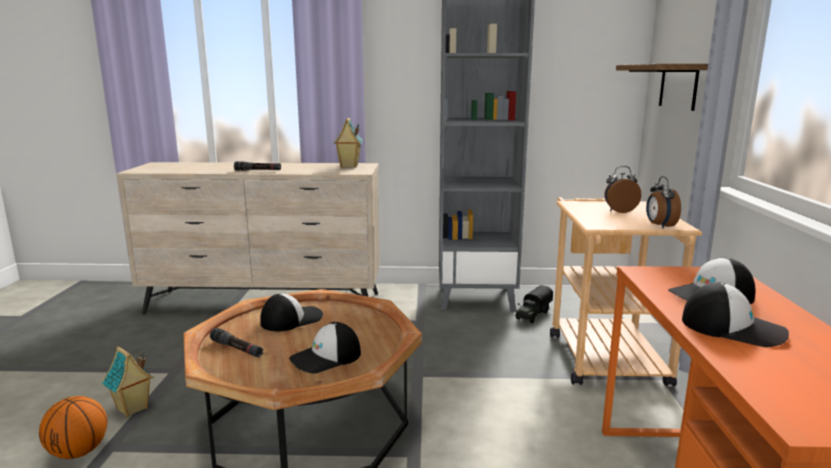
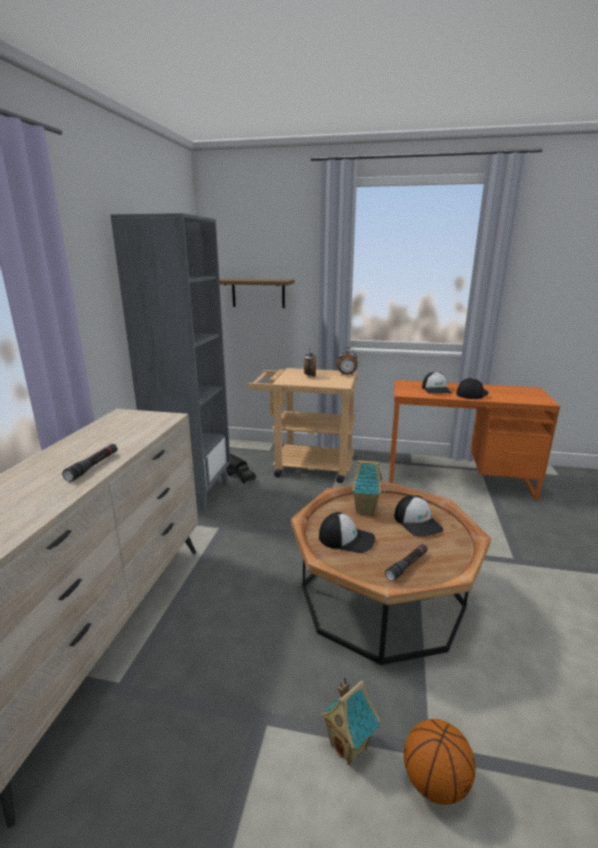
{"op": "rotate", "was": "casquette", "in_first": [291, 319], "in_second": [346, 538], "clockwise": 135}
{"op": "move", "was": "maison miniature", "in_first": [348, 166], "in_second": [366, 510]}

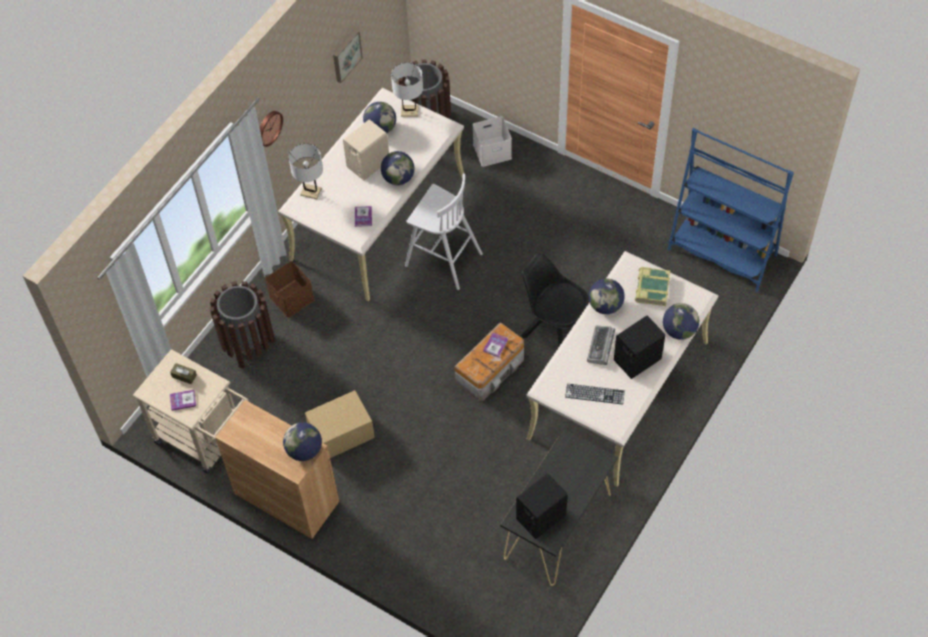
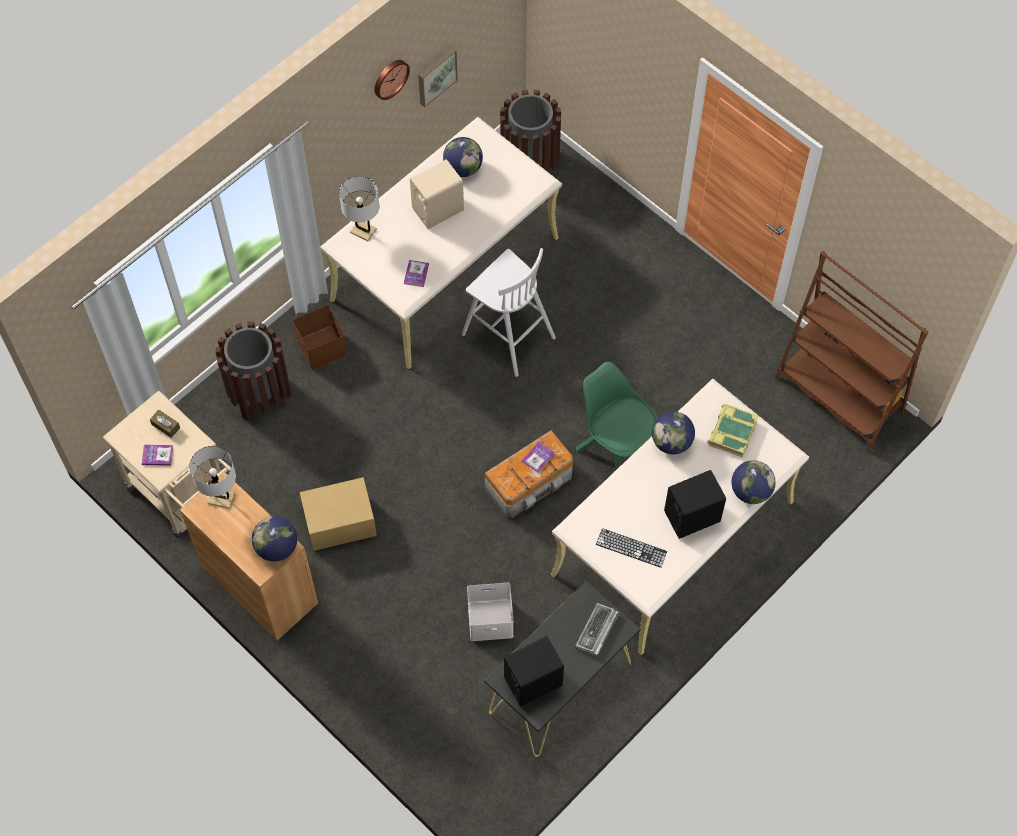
{"op": "move", "was": "lampe de table/blanc", "in_first": [409, 111], "in_second": [221, 498]}
{"op": "move", "was": "horloge murale", "in_first": [268, 127], "in_second": [390, 78]}
{"op": "move", "was": "boîte de rangement/blanc", "in_first": [491, 152], "in_second": [489, 620]}
{"op": "move", "was": "clavier", "in_first": [600, 347], "in_second": [596, 632]}
{"op": "recolor", "was": "chaise/noir", "now": "chaise/vert", "in_first": [554, 330], "in_second": [615, 449]}
{"op": "recolor", "was": "bibliothèque/bleu", "now": "bibliothèque/marron", "in_first": [722, 252], "in_second": [839, 395]}
{"op": "delete", "was": "globe", "in_first": [398, 178]}

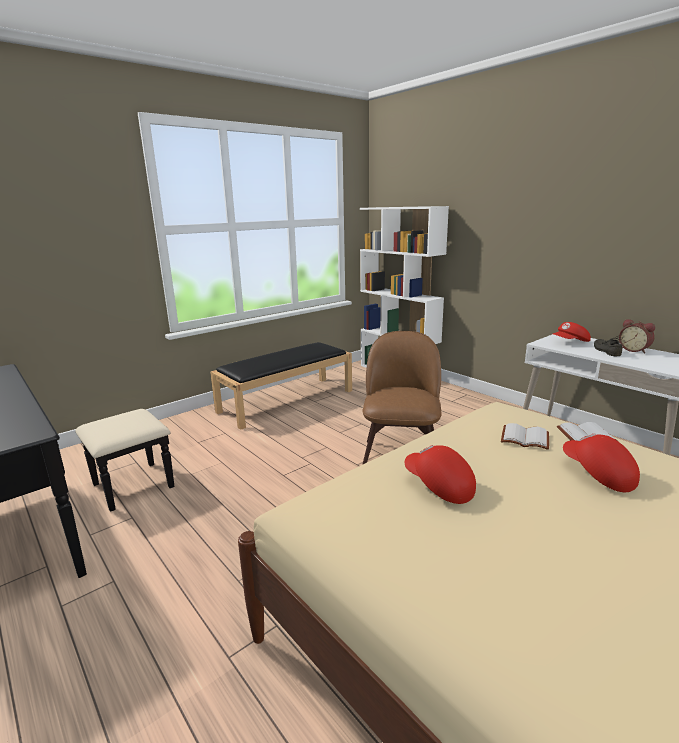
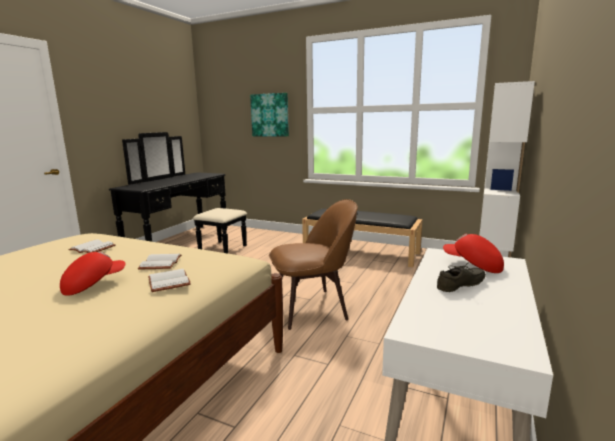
{"op": "replace", "was": "casquette/rouge", "now": "livre/blanc", "in_first": [438, 486], "in_second": [91, 249]}
{"op": "insert", "now": "tableau", "in_second": [270, 115]}
{"op": "delete", "was": "réveil", "in_first": [634, 350]}

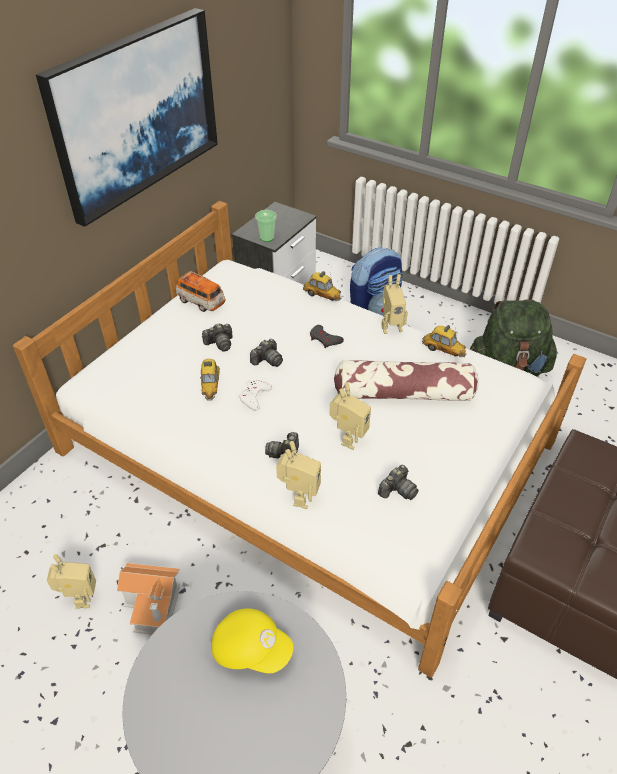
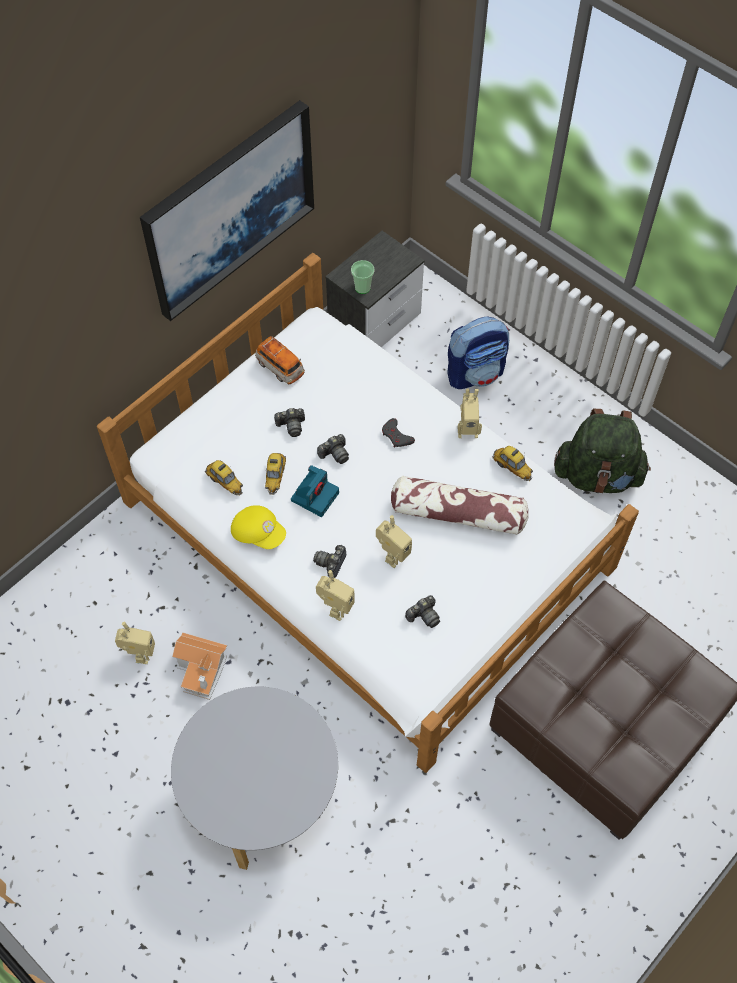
{"op": "move", "was": "petite voiture", "in_first": [322, 296], "in_second": [225, 482]}
{"op": "move", "was": "casquette/jaune", "in_first": [251, 648], "in_second": [258, 532]}
{"op": "replace", "was": "manette/blanc", "now": "appareil photo", "in_first": [255, 397], "in_second": [315, 495]}

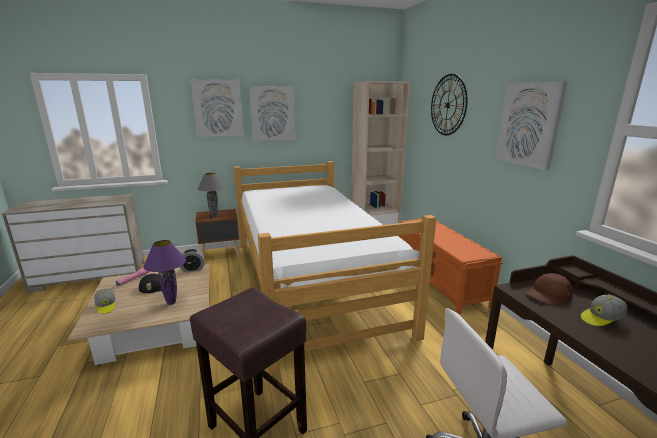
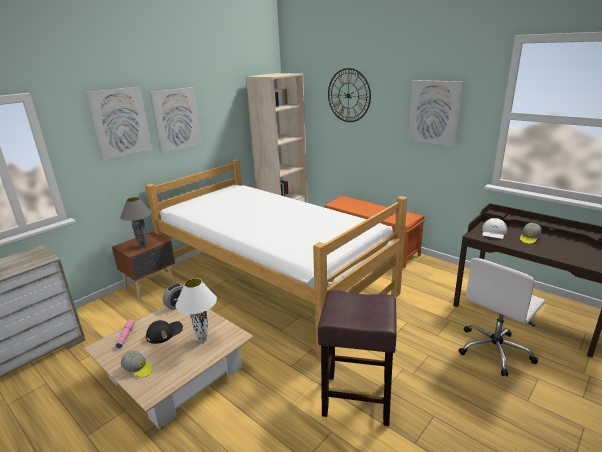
{"op": "recolor", "was": "lampe de table/violet", "now": "lampe de table/blanc", "in_first": [171, 303], "in_second": [202, 340]}
{"op": "recolor", "was": "casquette/marron", "now": "casquette/blanc", "in_first": [548, 294], "in_second": [493, 232]}

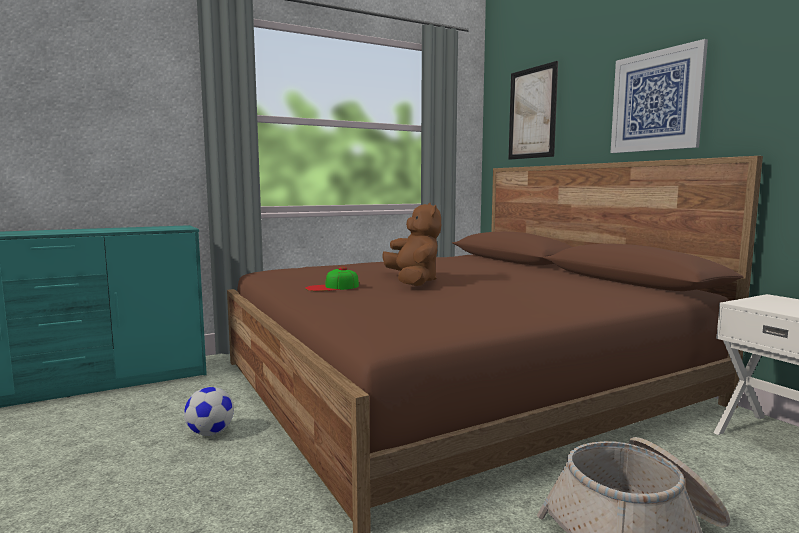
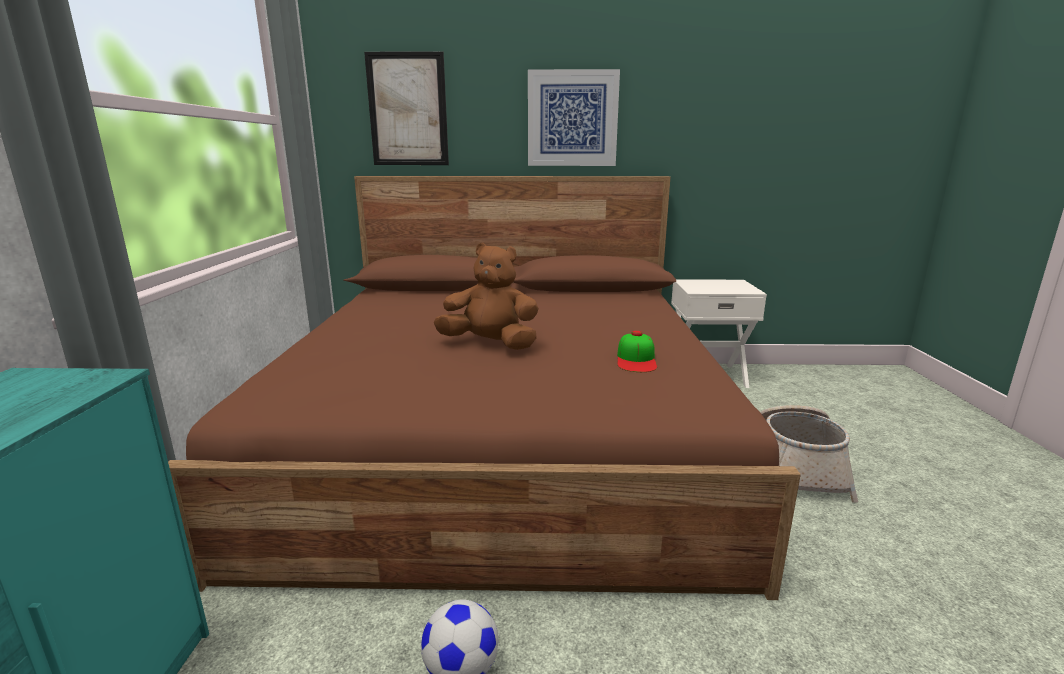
{"op": "move", "was": "casquette", "in_first": [332, 287], "in_second": [636, 359]}

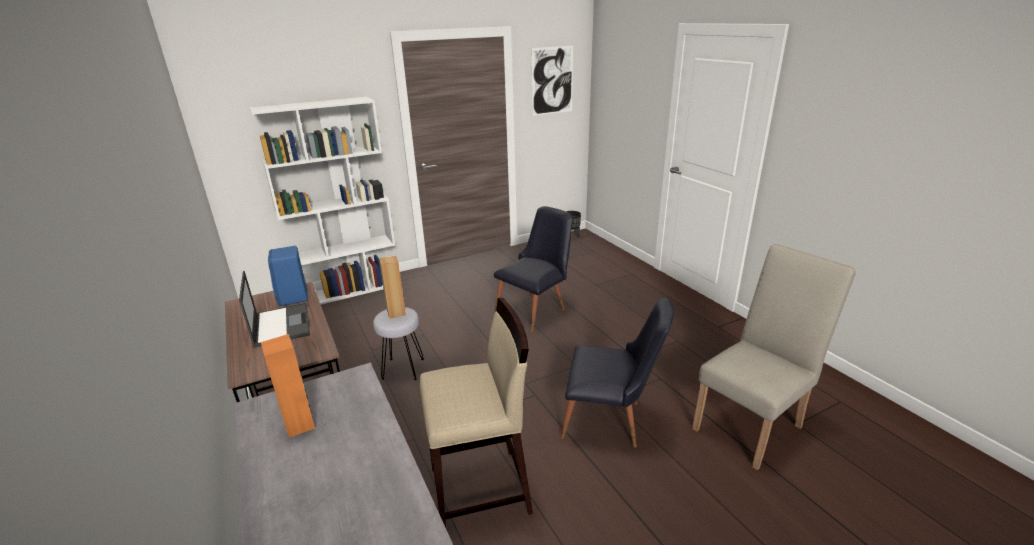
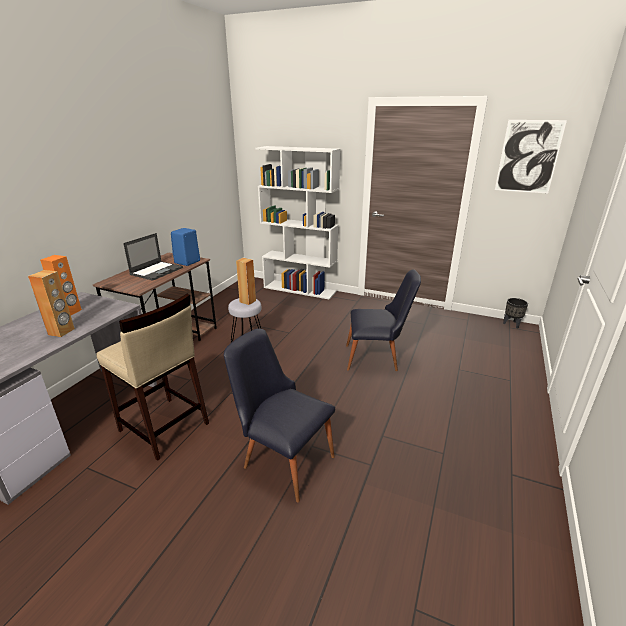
{"op": "insert", "now": "enceinte/marron", "in_second": [61, 332]}
{"op": "rotate", "was": "chaise/noir", "in_first": [610, 421], "in_second": [282, 457], "clockwise": 150}
{"op": "delete", "was": "chaise/beige", "in_first": [752, 424]}

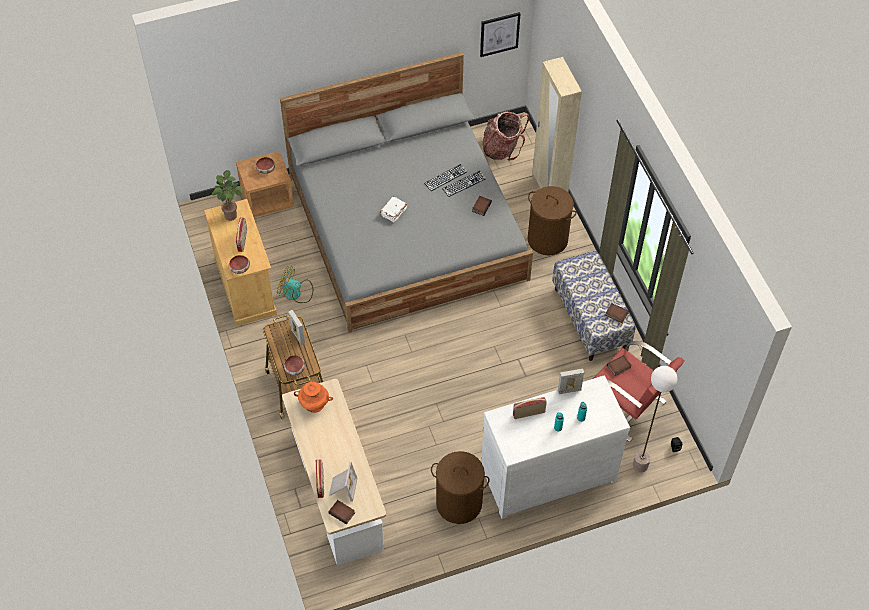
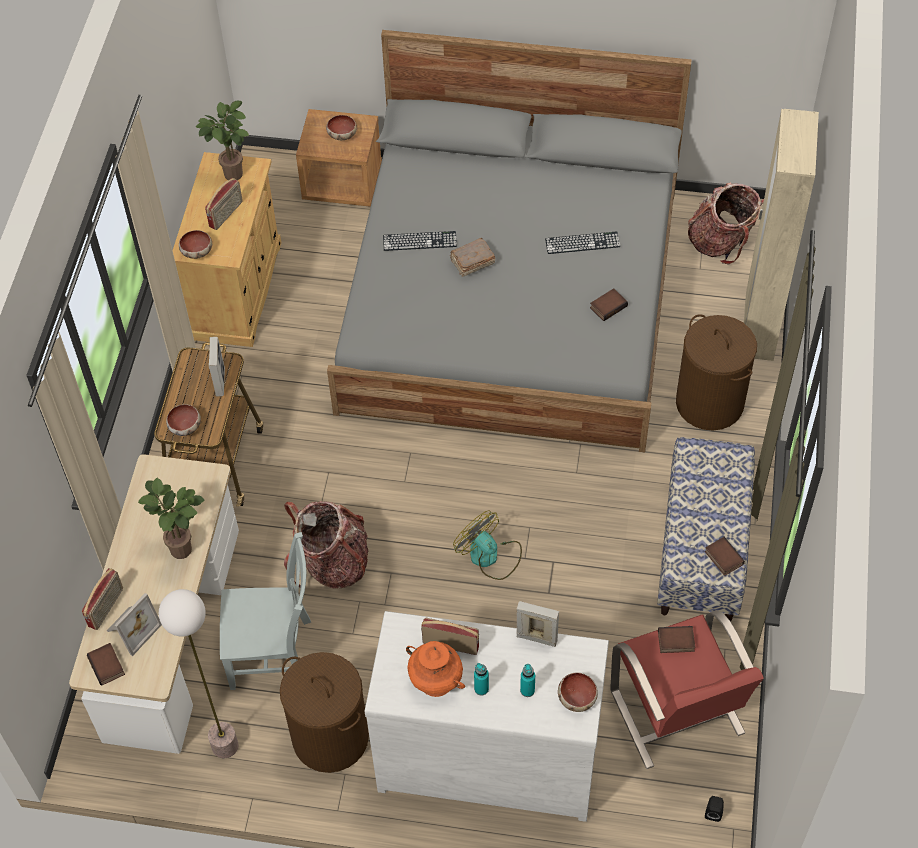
{"op": "insert", "now": "plante en pot", "in_second": [185, 550]}
{"op": "move", "was": "lampadaire", "in_first": [640, 465], "in_second": [224, 746]}
{"op": "insert", "now": "chaise/gris", "in_second": [275, 654]}
{"op": "insert", "now": "sac à dos", "in_second": [333, 563]}
{"op": "move", "was": "clavier", "in_first": [464, 184], "in_second": [420, 241]}
{"op": "move", "was": "vase/orange", "in_first": [314, 404], "in_second": [436, 680]}
{"op": "recolor", "was": "livre/blanc", "now": "livre/marron", "in_first": [393, 212], "in_second": [472, 262]}
{"op": "move", "was": "ventilateur", "in_first": [296, 293], "in_second": [490, 556]}
{"op": "insert", "now": "bol", "in_second": [576, 697]}
{"op": "delete", "was": "tableau", "in_first": [499, 34]}

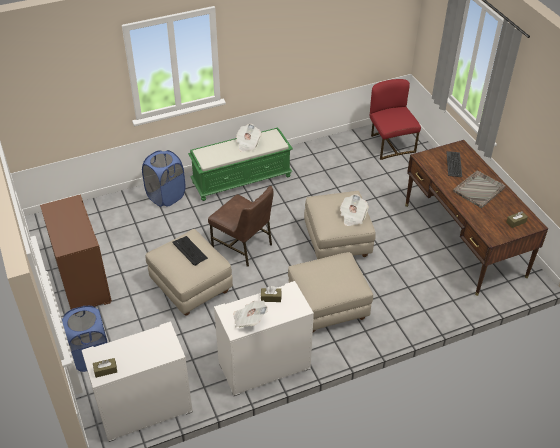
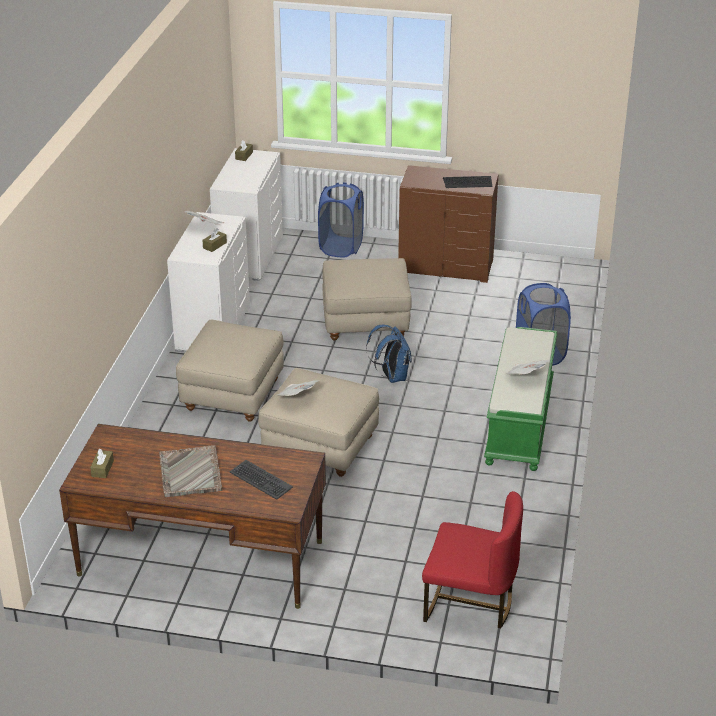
{"op": "replace", "was": "chaise/marron", "now": "sac à dos/bleu", "in_first": [243, 246], "in_second": [391, 376]}
{"op": "move", "was": "clavier", "in_first": [189, 251], "in_second": [467, 182]}

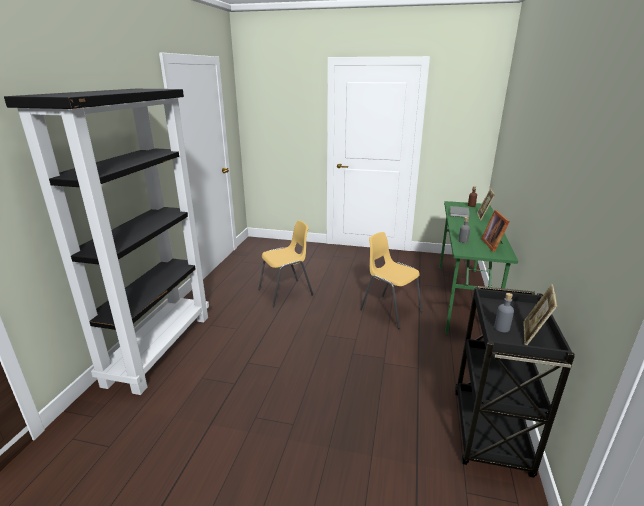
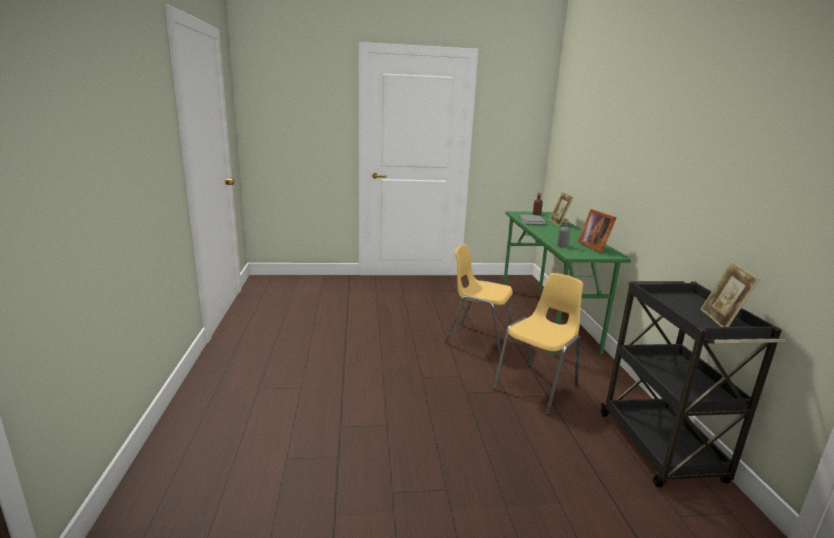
{"op": "move", "was": "chaise/jaune", "in_first": [286, 292], "in_second": [537, 387]}
{"op": "delete", "was": "bibliothèque/noir", "in_first": [160, 347]}
{"op": "delete", "was": "bouteille/gris", "in_first": [501, 328]}

